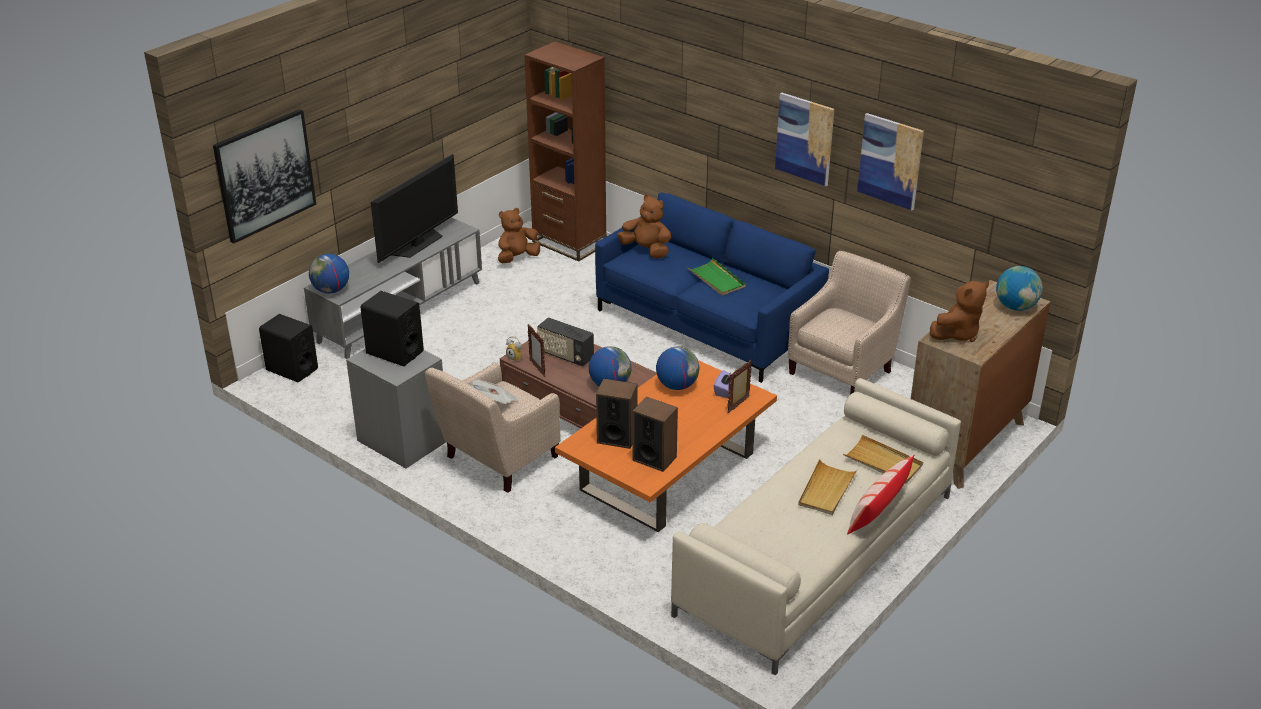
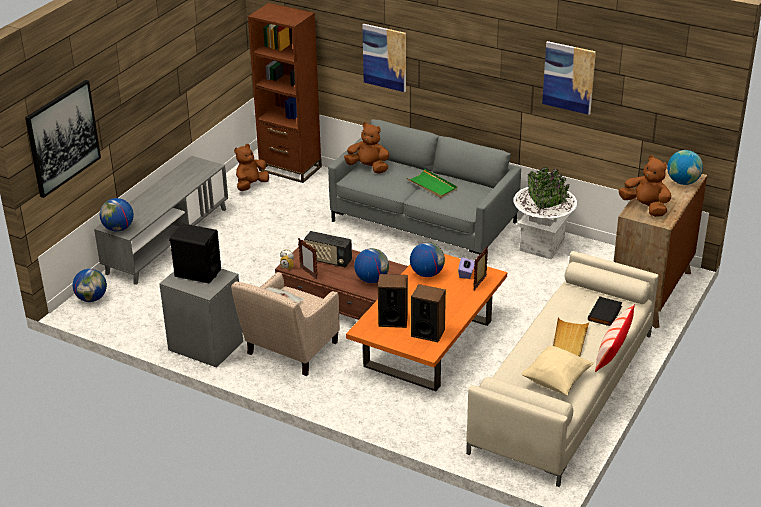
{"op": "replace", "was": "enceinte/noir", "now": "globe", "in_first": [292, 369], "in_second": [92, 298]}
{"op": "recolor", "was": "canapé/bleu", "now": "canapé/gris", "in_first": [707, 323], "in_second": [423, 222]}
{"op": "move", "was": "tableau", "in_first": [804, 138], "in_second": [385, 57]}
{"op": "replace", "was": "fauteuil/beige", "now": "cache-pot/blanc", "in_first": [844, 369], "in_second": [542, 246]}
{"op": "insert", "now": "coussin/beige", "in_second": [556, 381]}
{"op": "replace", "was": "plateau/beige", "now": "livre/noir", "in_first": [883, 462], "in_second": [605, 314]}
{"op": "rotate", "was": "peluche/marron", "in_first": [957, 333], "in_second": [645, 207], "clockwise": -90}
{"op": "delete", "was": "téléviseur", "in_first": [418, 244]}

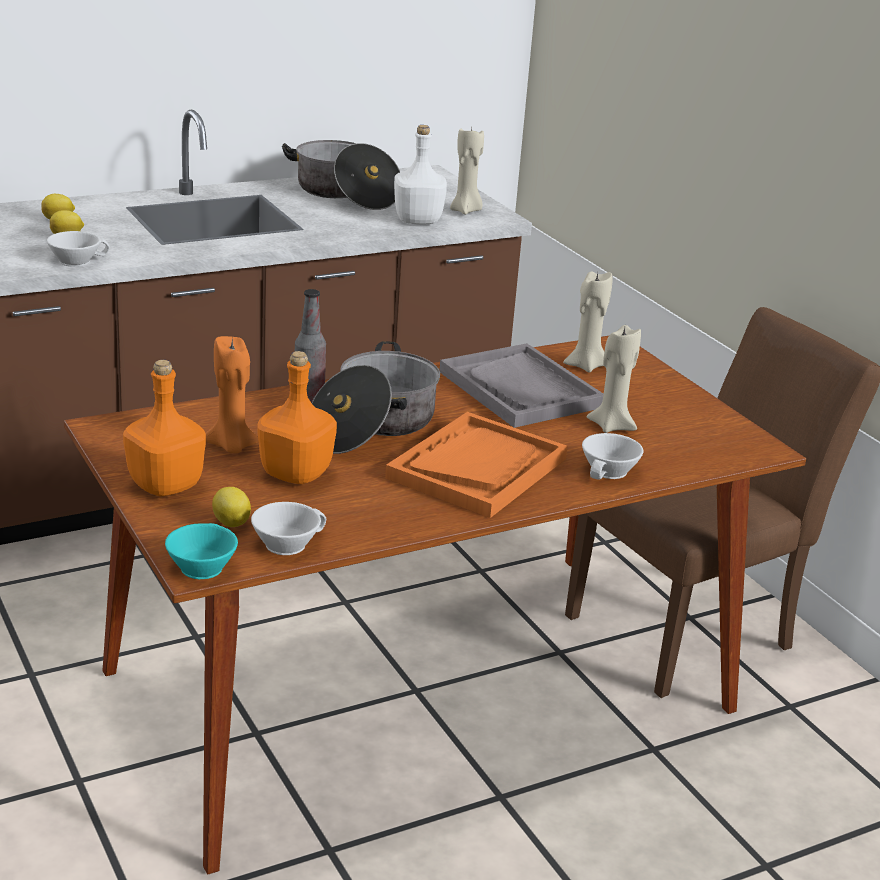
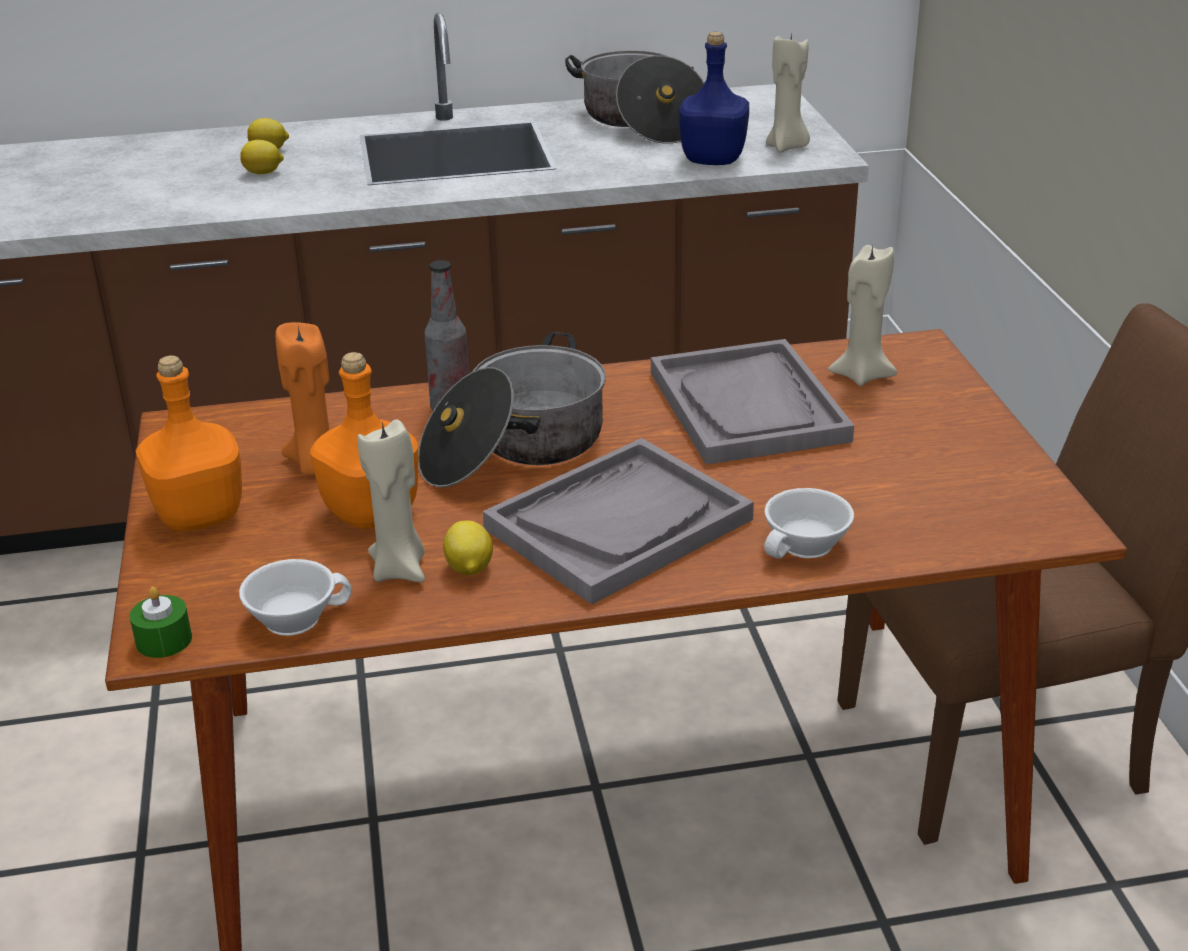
{"op": "replace", "was": "tasse/turquoise", "now": "bougie/vert", "in_first": [199, 566], "in_second": [164, 640]}
{"op": "move", "was": "bougie/beige", "in_first": [611, 426], "in_second": [400, 569]}
{"op": "move", "was": "citron", "in_first": [231, 523], "in_second": [469, 569]}
{"op": "recolor", "was": "plateau/orange", "now": "plateau/gris", "in_first": [477, 468], "in_second": [618, 524]}
{"op": "recolor", "was": "bouteille/blanc", "now": "bouteille/bleu", "in_first": [417, 220], "in_second": [713, 159]}
{"op": "delete", "was": "tasse/blanc", "in_first": [76, 260]}

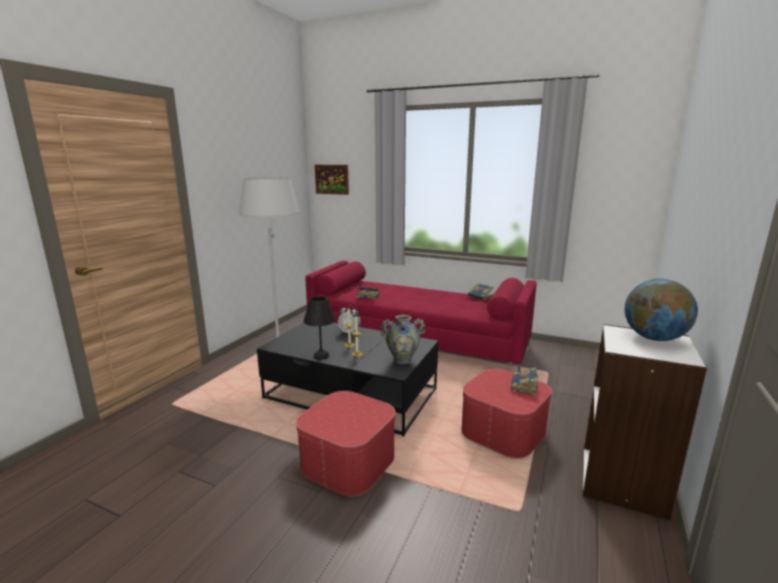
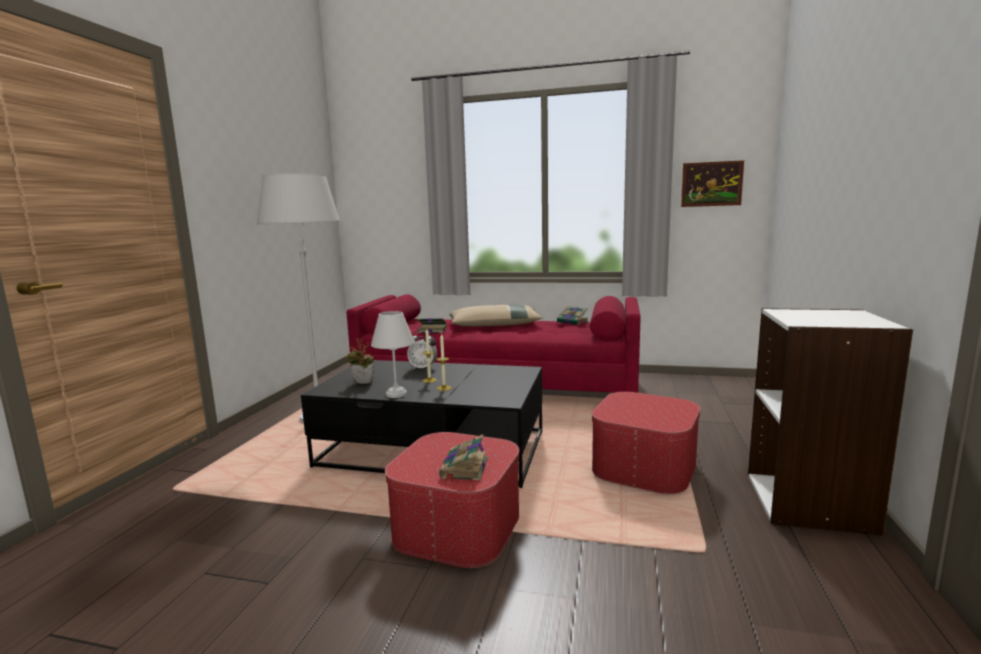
{"op": "insert", "now": "plante en pot", "in_second": [361, 383]}
{"op": "recolor", "was": "lampe de table/noir", "now": "lampe de table/blanc", "in_first": [320, 356], "in_second": [395, 394]}
{"op": "move", "was": "livre", "in_first": [524, 387], "in_second": [464, 468]}
{"op": "insert", "now": "coussin/beige", "in_second": [495, 325]}
{"op": "move", "was": "tableau", "in_first": [331, 179], "in_second": [711, 184]}
{"op": "delete", "was": "vase", "in_first": [402, 360]}
{"op": "delete", "was": "globe", "in_first": [654, 338]}

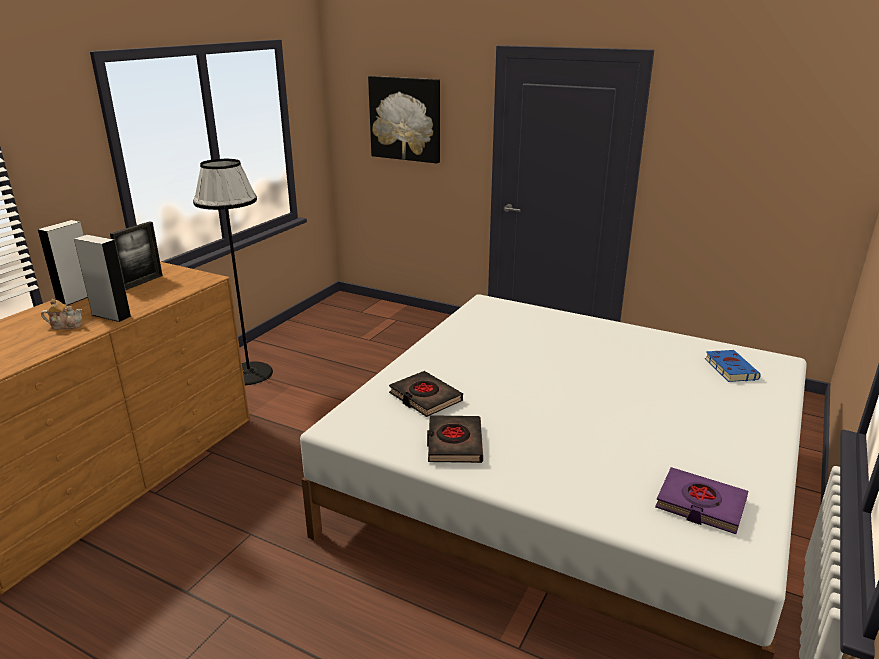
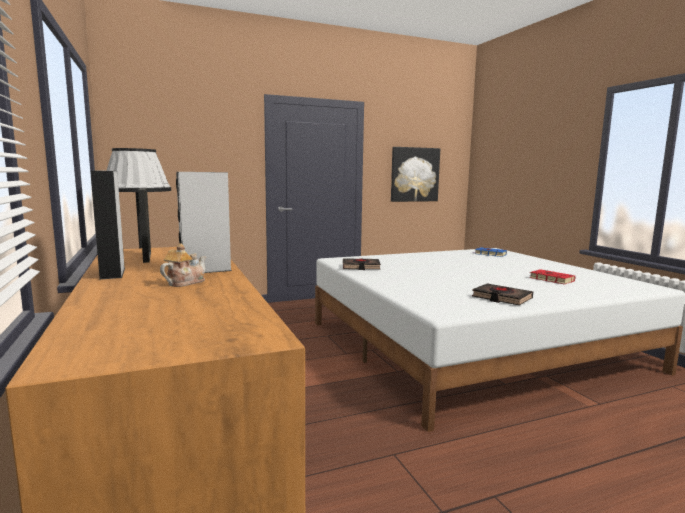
{"op": "move", "was": "livre/noir", "in_first": [425, 398], "in_second": [361, 267]}
{"op": "move", "was": "tableau", "in_first": [405, 119], "in_second": [414, 174]}
{"op": "insert", "now": "livre/rouge", "in_second": [550, 279]}
{"op": "delete", "was": "livre/violet", "in_first": [700, 505]}

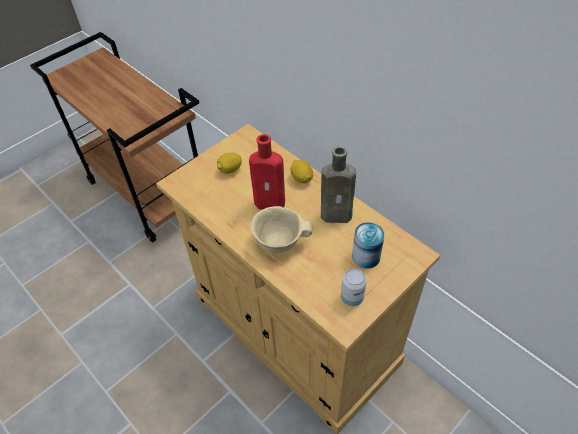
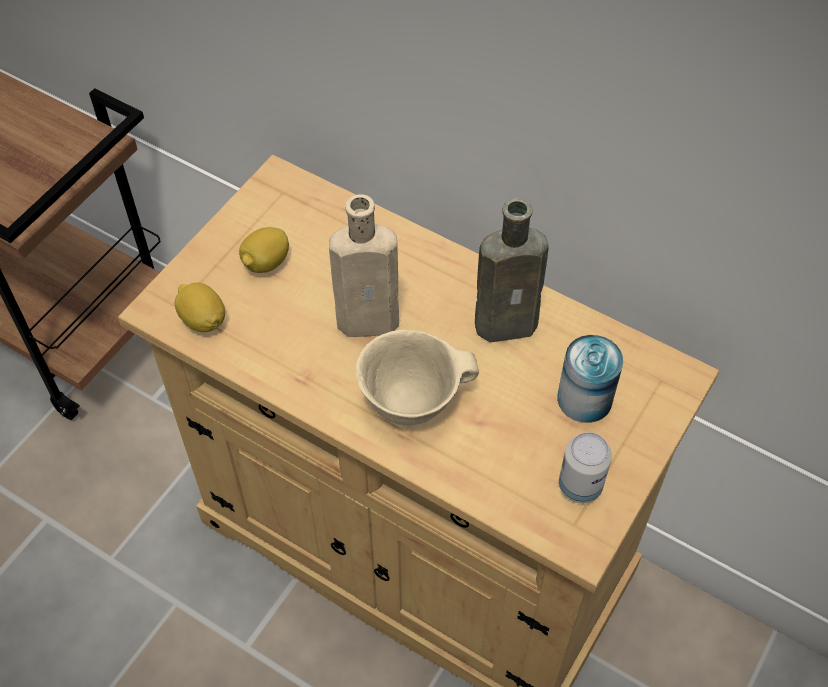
{"op": "move", "was": "citron", "in_first": [301, 178], "in_second": [203, 320]}
{"op": "recolor", "was": "bouteille/rouge", "now": "bouteille/beige", "in_first": [272, 203], "in_second": [372, 321]}

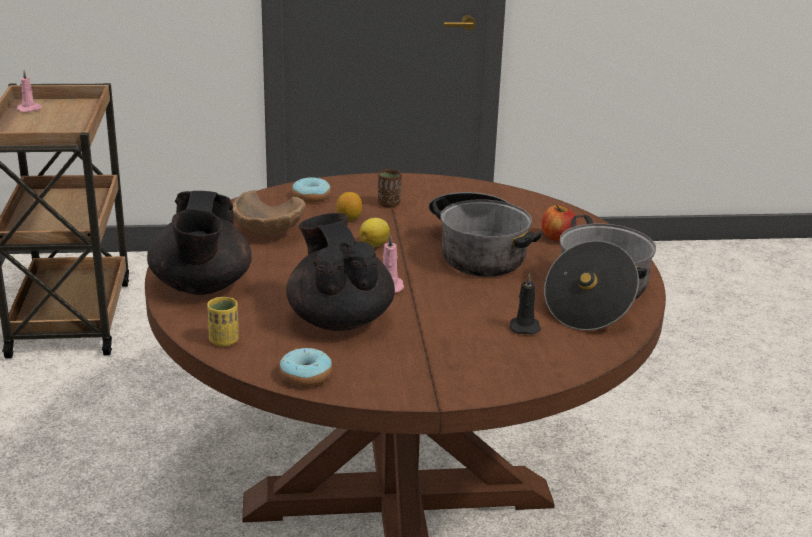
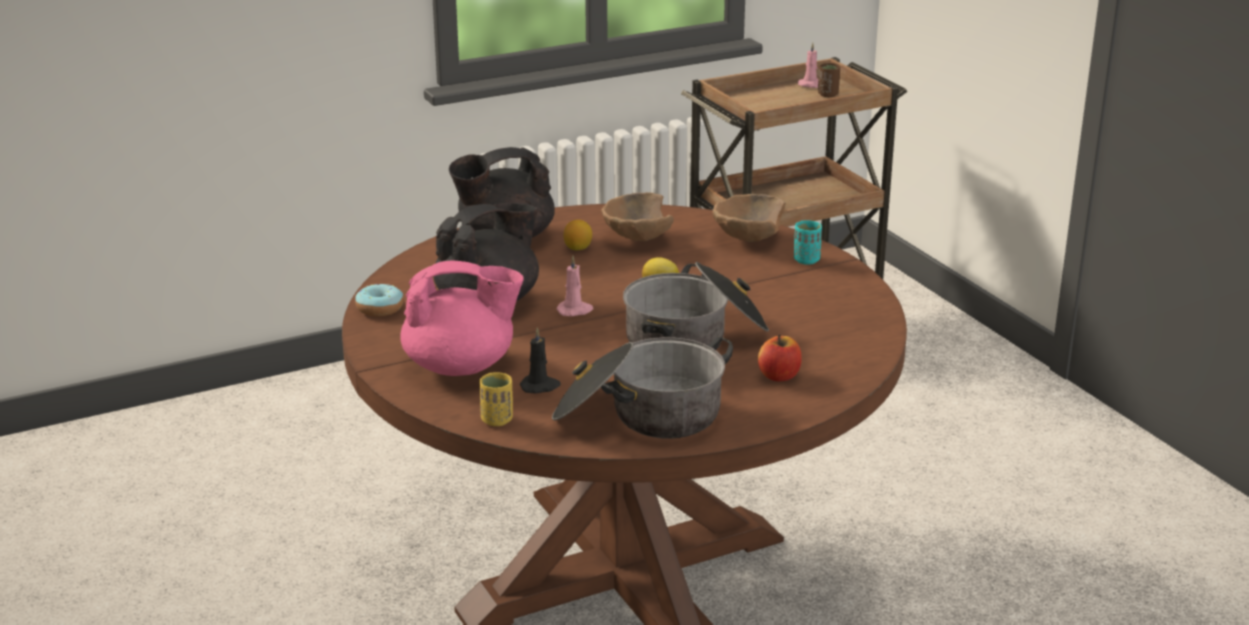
{"op": "insert", "now": "théière/rose", "in_second": [461, 366]}
{"op": "move", "was": "tasse/jaune", "in_first": [224, 341], "in_second": [497, 420]}
{"op": "move", "was": "citron", "in_first": [349, 218], "in_second": [578, 248]}
{"op": "replace", "was": "beignet", "now": "bol/marron", "in_first": [311, 197], "in_second": [746, 239]}
{"op": "insert", "now": "tasse/turquoise", "in_second": [806, 260]}
{"op": "move", "was": "tasse/marron", "in_first": [389, 204], "in_second": [828, 94]}

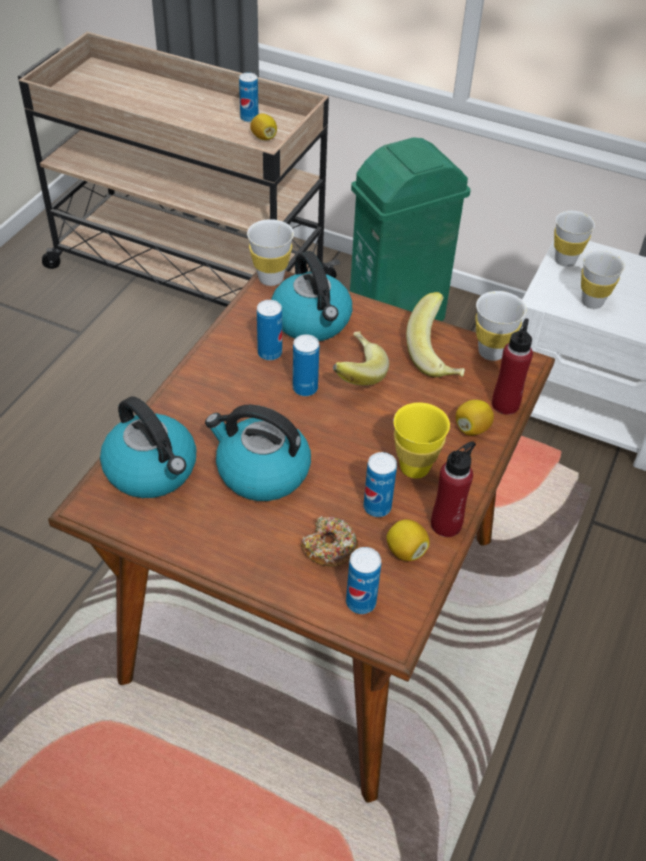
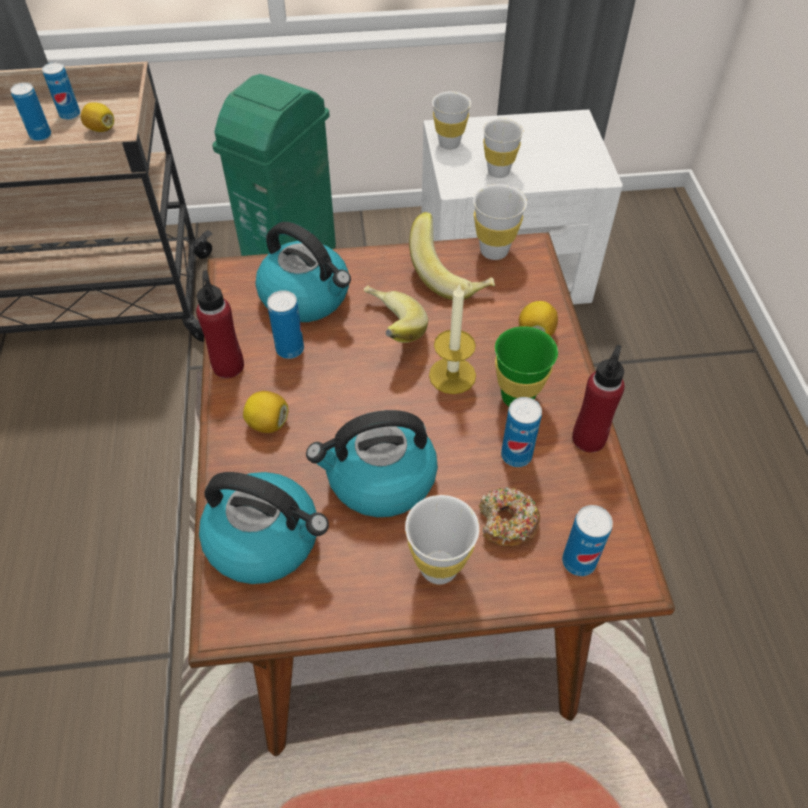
{"op": "move", "was": "boîte métallique", "in_first": [305, 388], "in_second": [40, 135]}
{"op": "move", "was": "bouteille/rouge", "in_first": [505, 404], "in_second": [228, 366]}
{"op": "move", "was": "citron", "in_first": [405, 551], "in_second": [268, 423]}
{"op": "move", "was": "tasse/blanc", "in_first": [271, 278], "in_second": [439, 567]}
{"op": "insert", "now": "bougie", "in_second": [452, 375]}
{"op": "recolor", "was": "tasse/jaune", "now": "tasse/vert", "in_first": [414, 467], "in_second": [517, 397]}

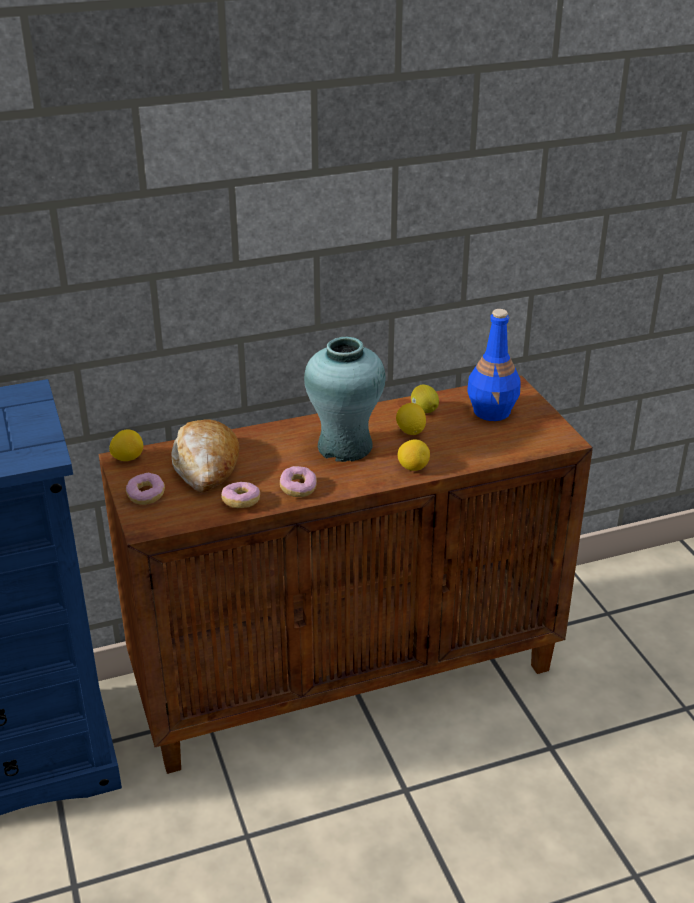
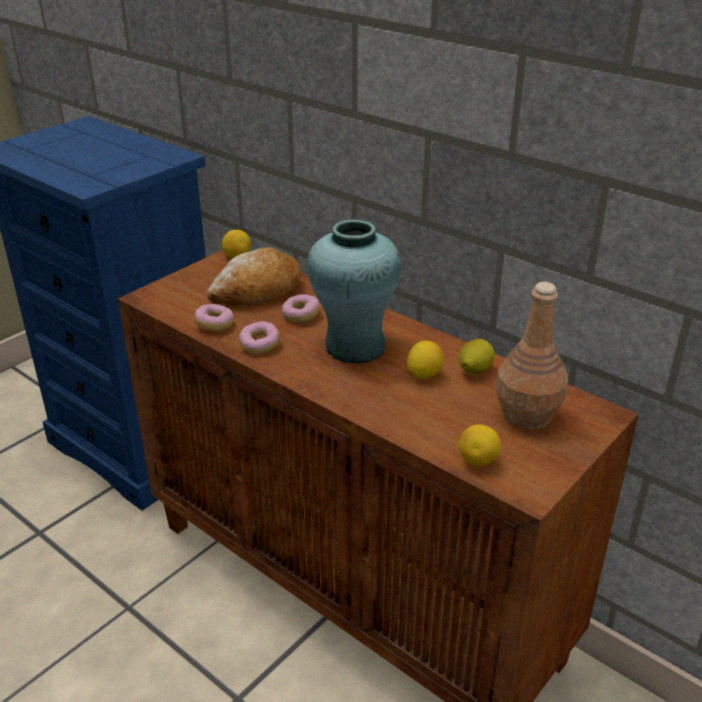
{"op": "move", "was": "beignet", "in_first": [146, 496], "in_second": [301, 316]}
{"op": "move", "was": "citron", "in_first": [413, 468], "in_second": [478, 460]}
{"op": "recolor", "was": "bouteille/bleu", "now": "bouteille/marron", "in_first": [492, 411], "in_second": [527, 416]}

